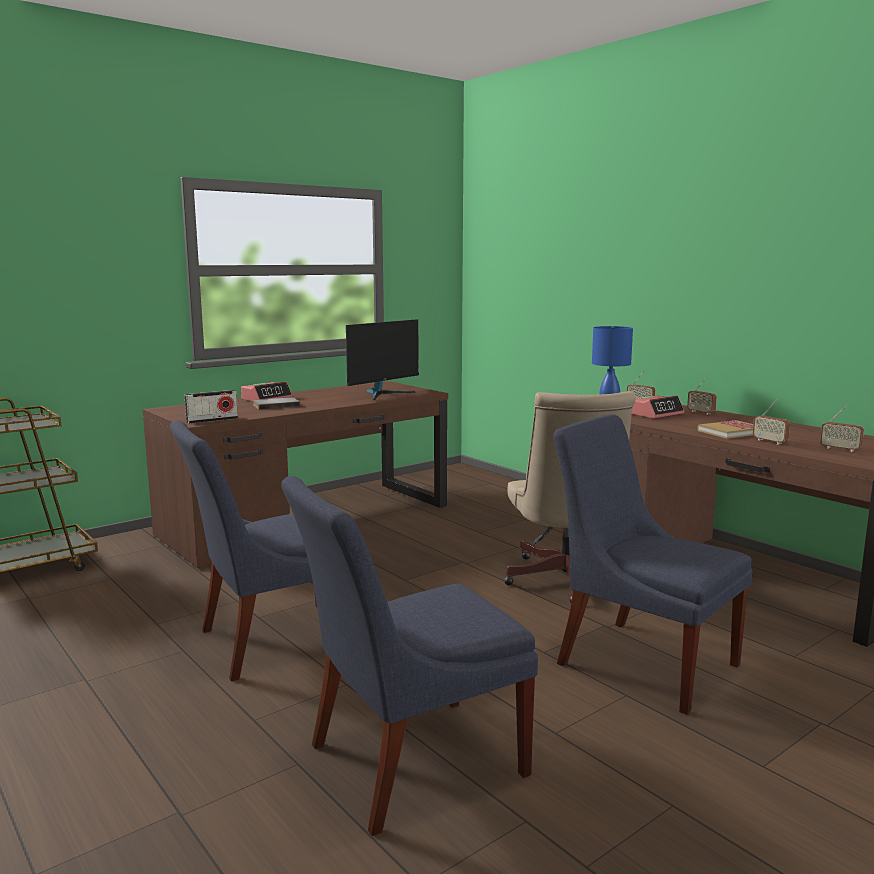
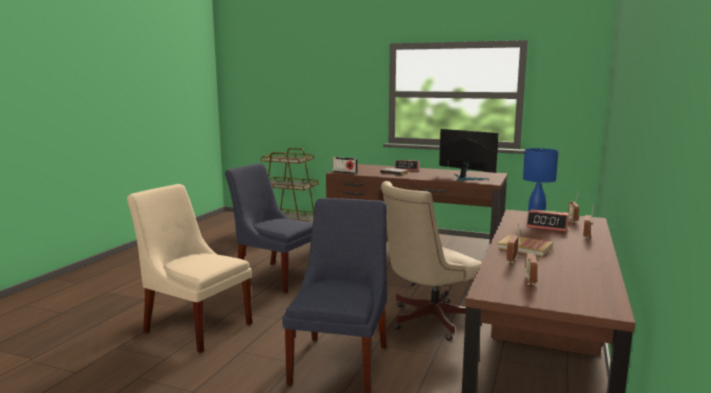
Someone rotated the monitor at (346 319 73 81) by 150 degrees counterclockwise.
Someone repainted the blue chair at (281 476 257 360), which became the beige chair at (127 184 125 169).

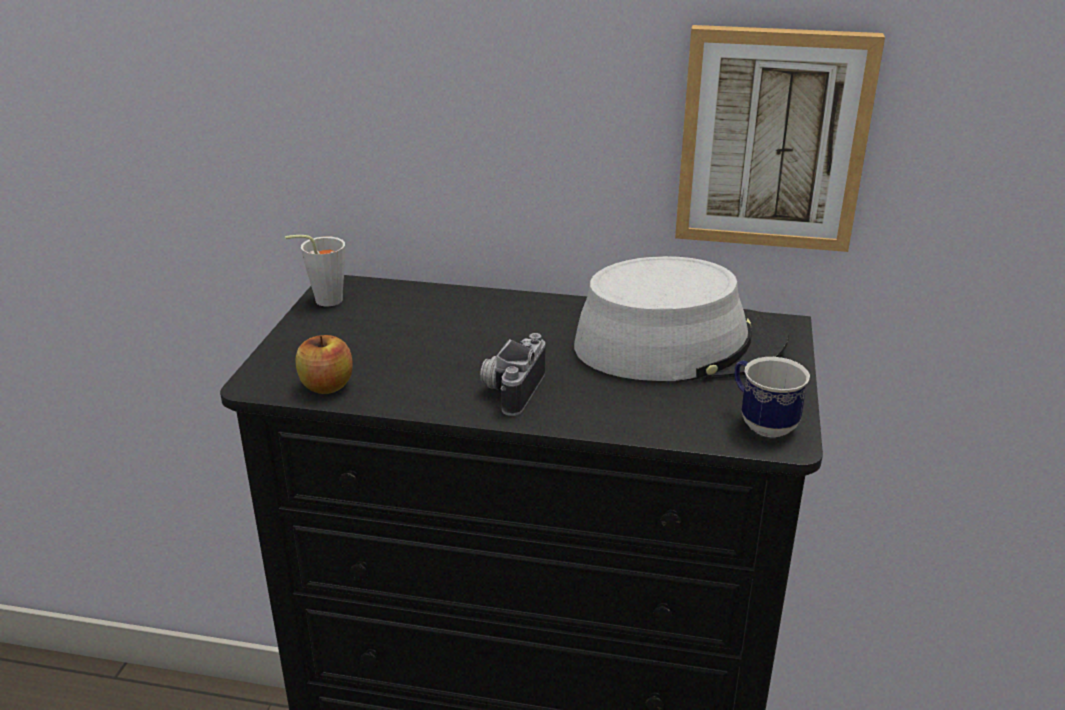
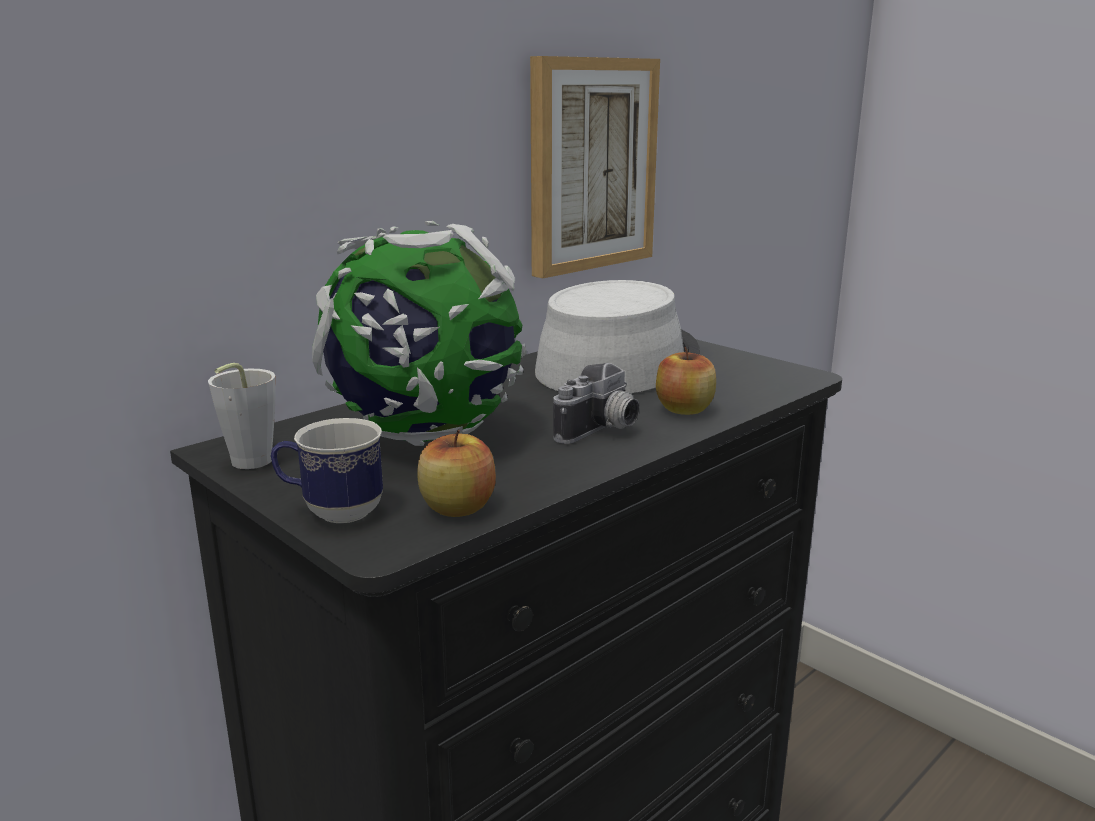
Someone rotated the photo camera at (480 333 66 83) by 105 degrees counterclockwise.
Someone carried the mug from (735 357 75 80) to (271 418 112 105).
Someone put down the globe at (312 221 215 225).
Someone put down the apple at (656 347 60 68).

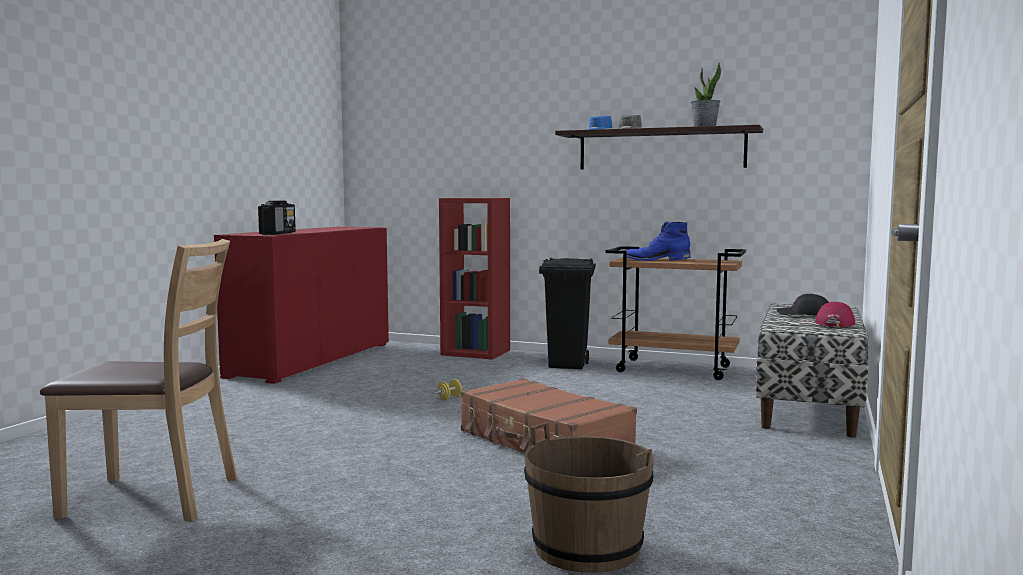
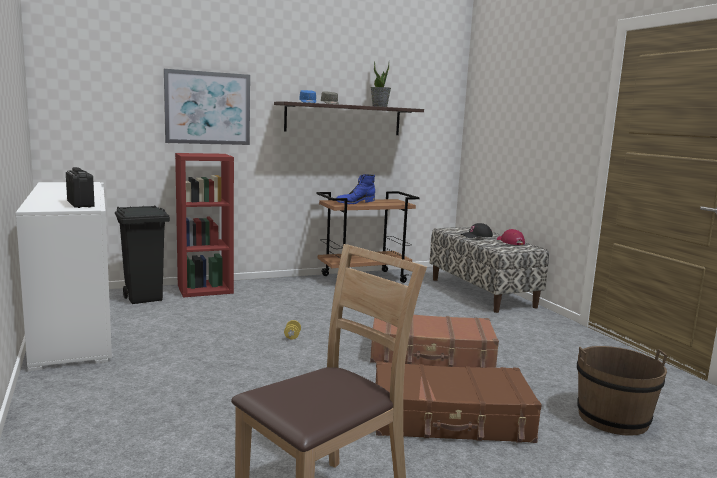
Someone repainted the red cabinet at (214 227 175 157), which became the white cabinet at (16 182 96 189).
Someone carried the black trash can from (539 258 57 111) to (115 205 55 99).
Someone put up the picture at (164 69 86 76).
Someone put down the brown suitcase at (376 361 166 82).

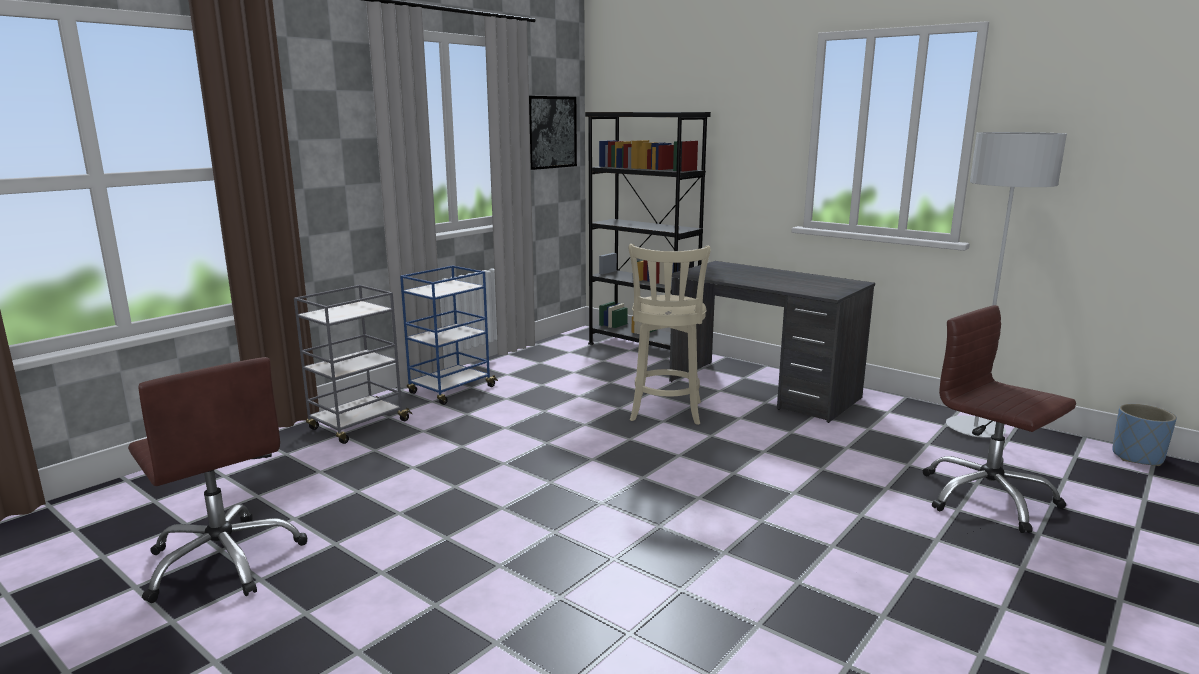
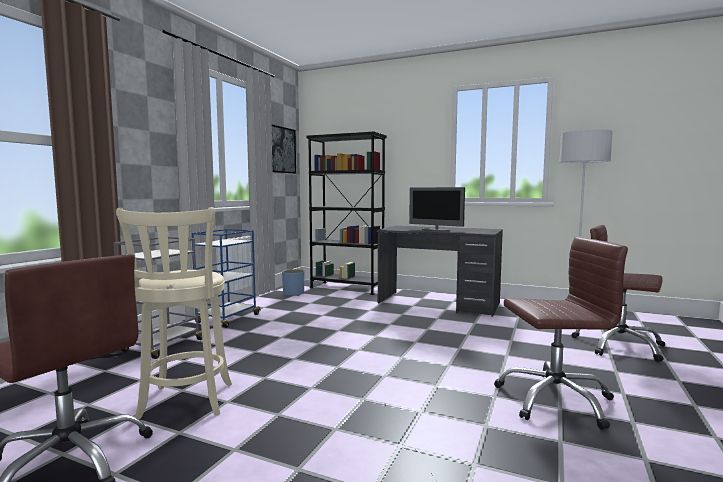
Someone carried the beige stool from (629 244 82 181) to (116 207 116 212).
Someone carried the blue planter from (1112 404 65 62) to (282 269 23 27).
Someone put down the monitor at (409 187 56 44).
Someone put down the brown office chair at (494 237 134 193).

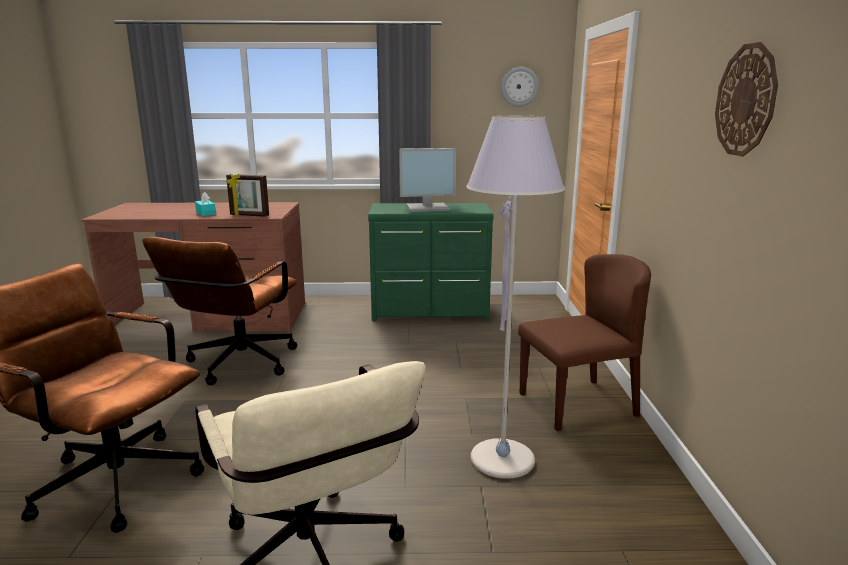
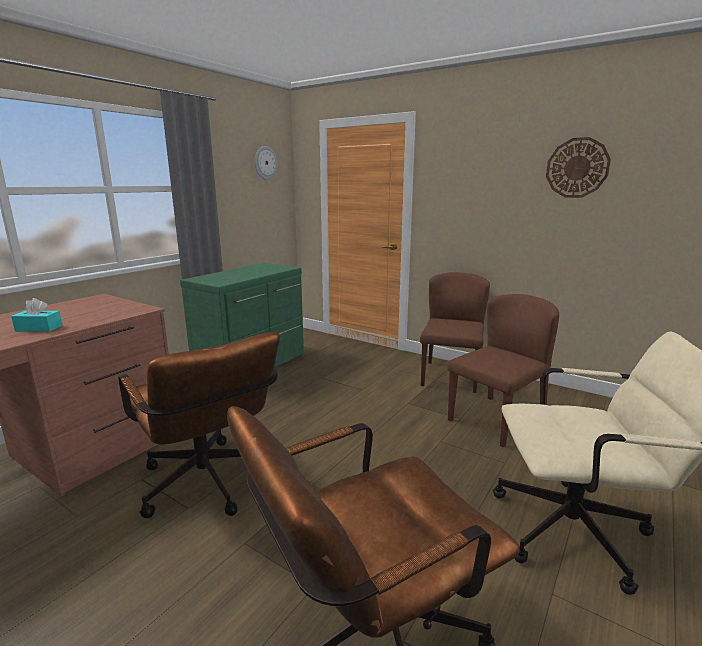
Someone swapped the grey floor lamp at (466 116 99 363) for the brown chair at (447 294 112 153).
Someone took away the monitor at (399 148 57 64).
Someone took away the picture frame at (226 174 43 43).

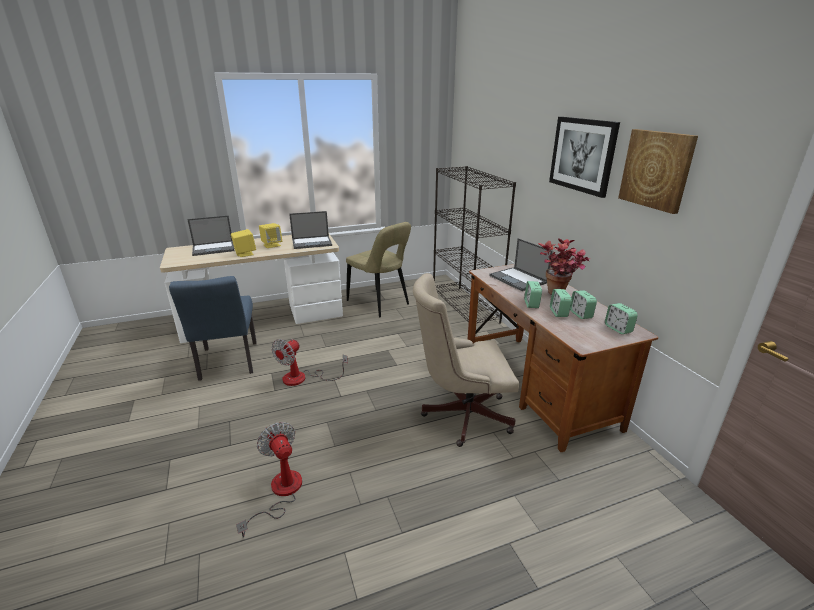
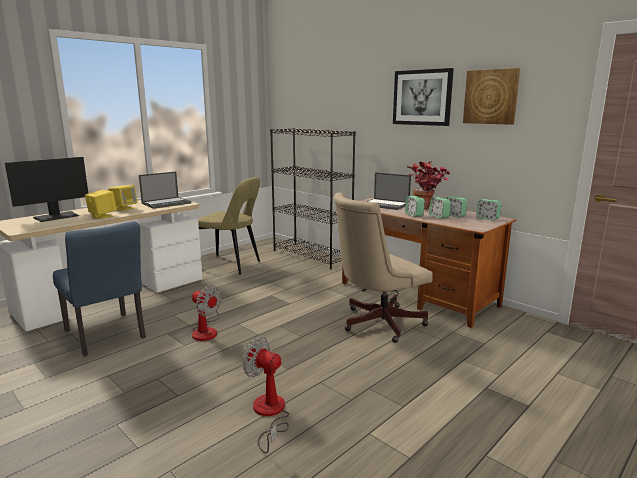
Someone swapped the laptop at (187 216 48 40) for the monitor at (5 157 84 65).
Someone rotated the fan at (271 339 77 47) by 60 degrees counterclockwise.

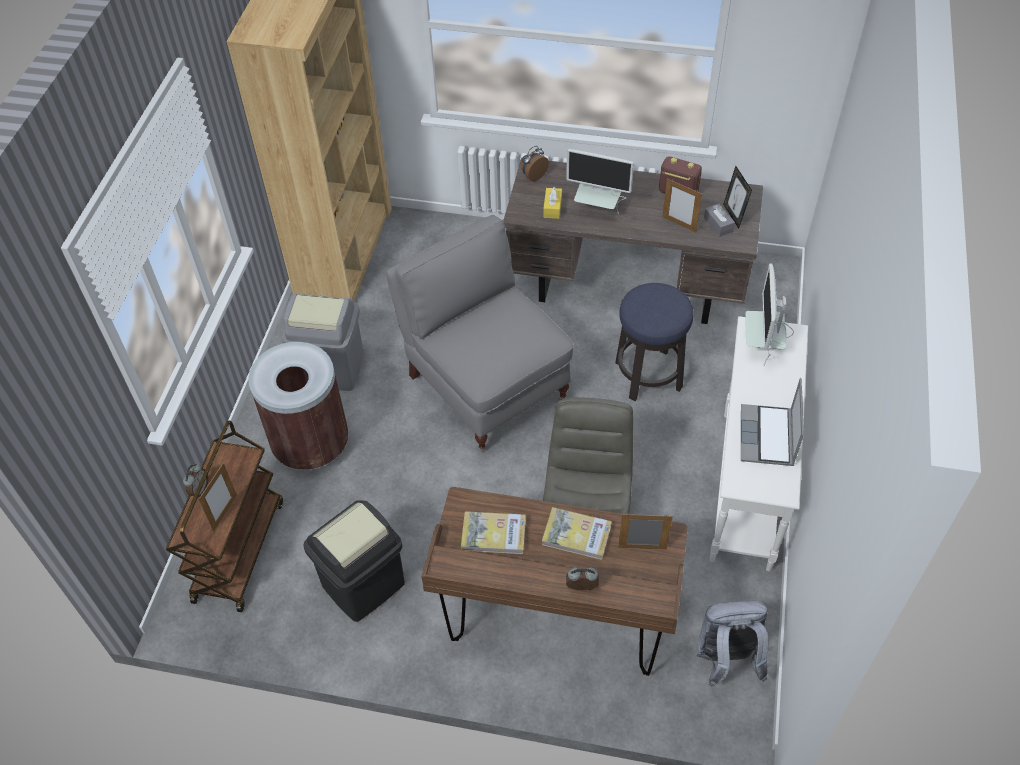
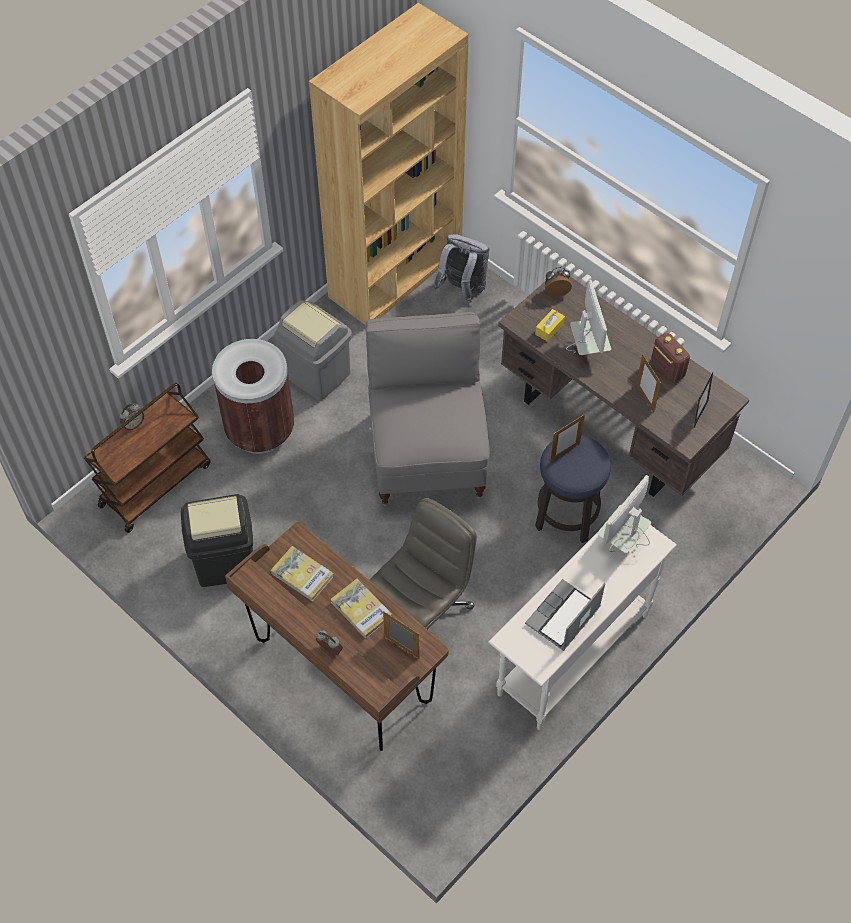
Someone rotated the monitor at (566 149 68 65) by 150 degrees counterclockwise.
Someone took away the grey tissue box at (704 204 31 33).
Someone carried the picture frame from (198 463 39 68) to (550 414 35 48).
Someone carried the grey backpack from (697 601 71 86) to (433 234 56 69).

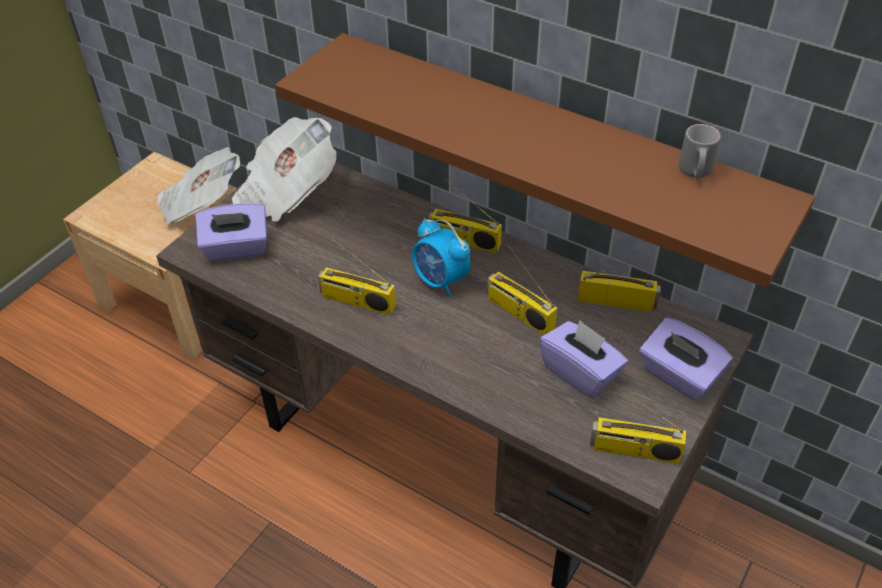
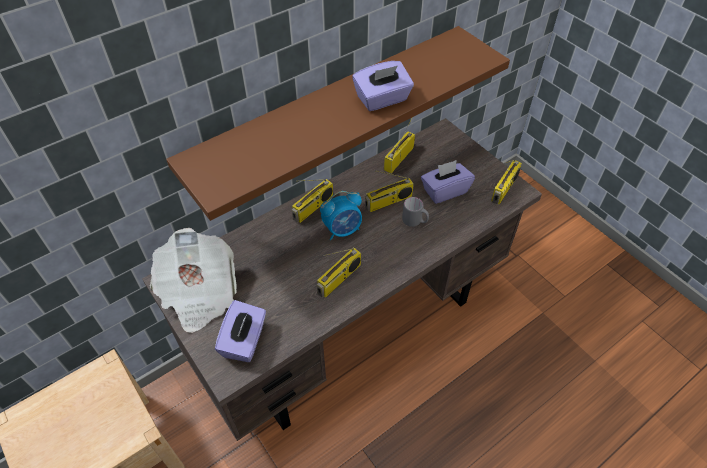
Someone carried the grey mug from (679 124 42 54) to (402 197 27 30).
Someone took away the newspaper at (157 147 83 79).
Someone carried the purple tissue box from (639 318 94 83) to (352 61 62 50).

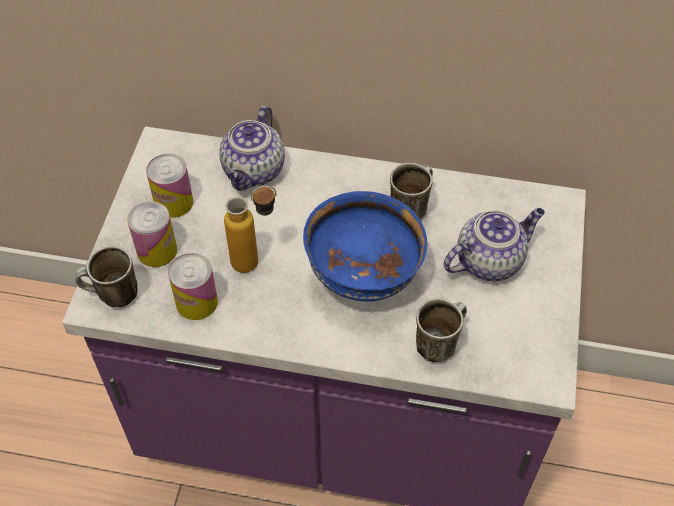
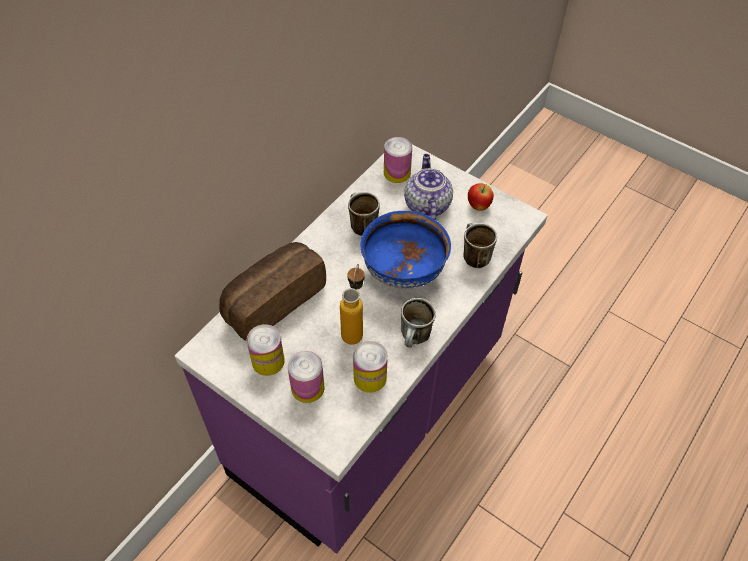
Someone swapped the teapot at (219 106 66 85) for the bread at (219 242 107 99).
Someone carried the mug from (75 246 63 61) to (401 298 35 50).
Someone put down the can at (384 137 28 46).
Someone put down the apple at (468 183 26 28).

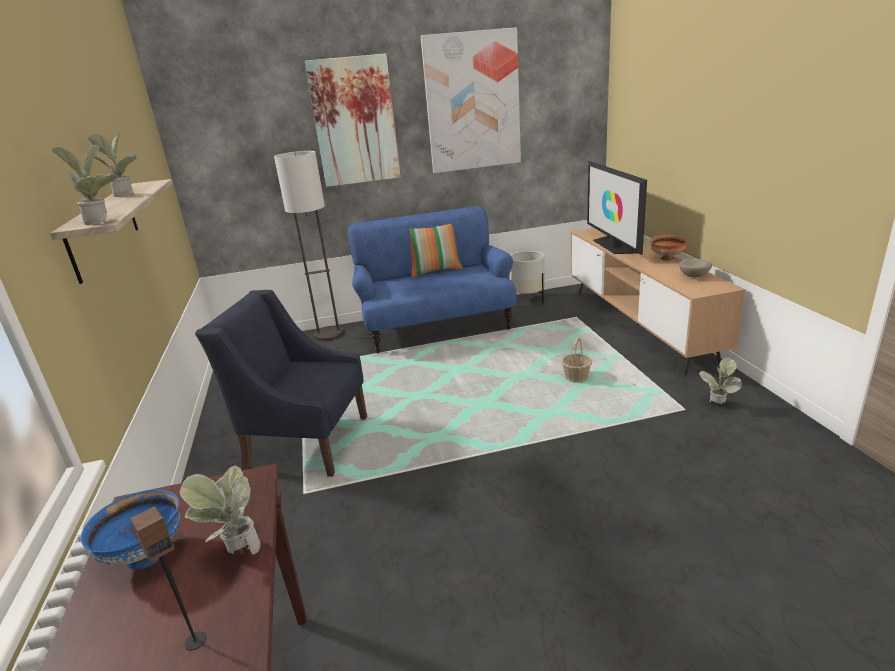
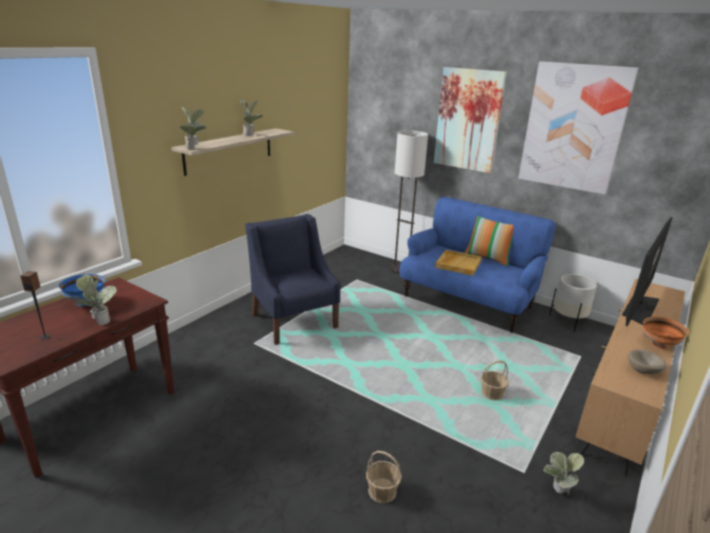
Someone put down the beige tray at (435 250 47 26).
Someone put down the basket at (366 451 36 52).

